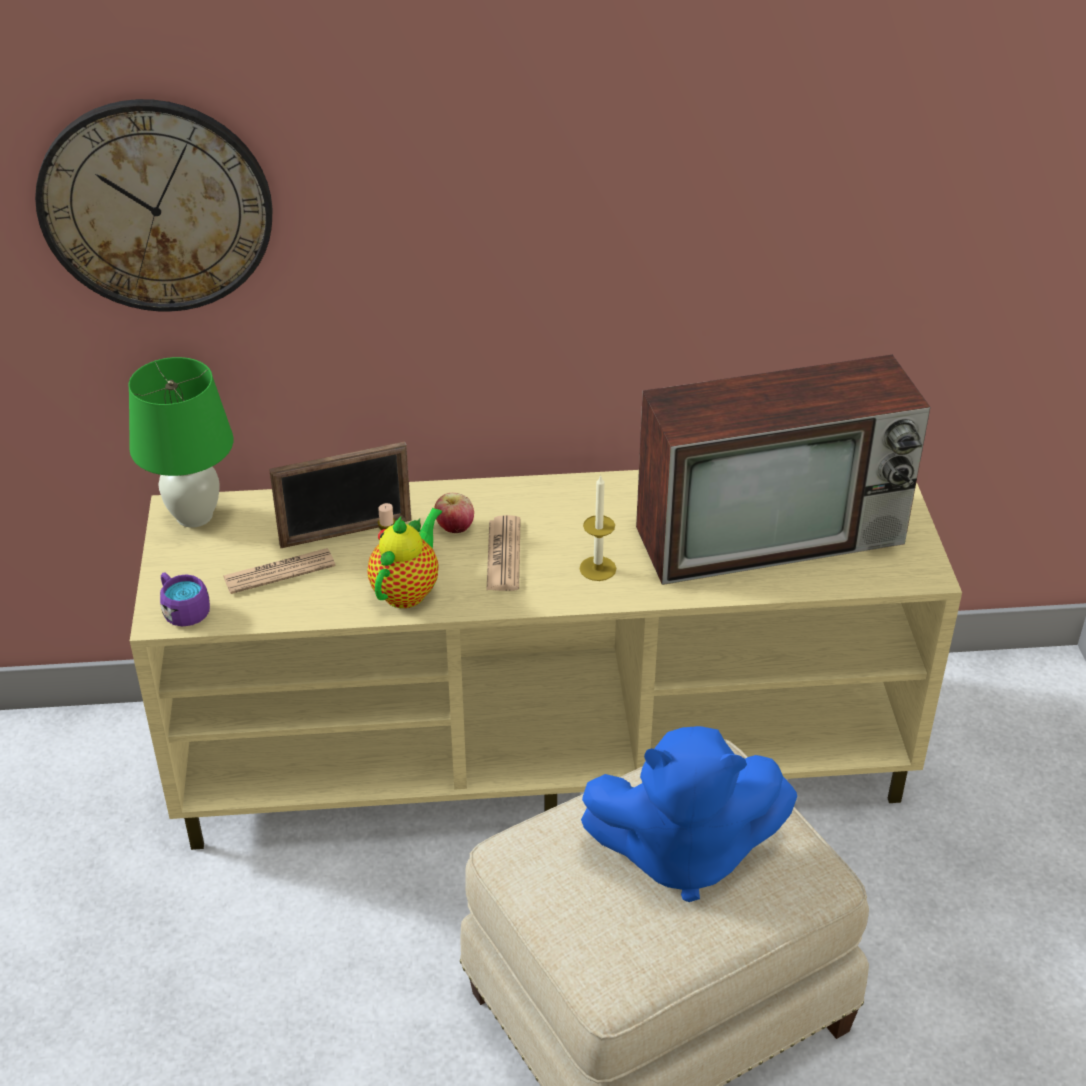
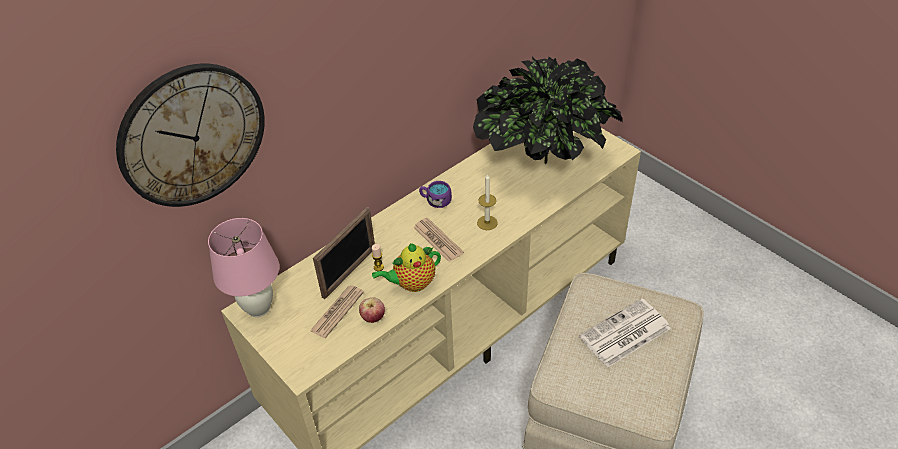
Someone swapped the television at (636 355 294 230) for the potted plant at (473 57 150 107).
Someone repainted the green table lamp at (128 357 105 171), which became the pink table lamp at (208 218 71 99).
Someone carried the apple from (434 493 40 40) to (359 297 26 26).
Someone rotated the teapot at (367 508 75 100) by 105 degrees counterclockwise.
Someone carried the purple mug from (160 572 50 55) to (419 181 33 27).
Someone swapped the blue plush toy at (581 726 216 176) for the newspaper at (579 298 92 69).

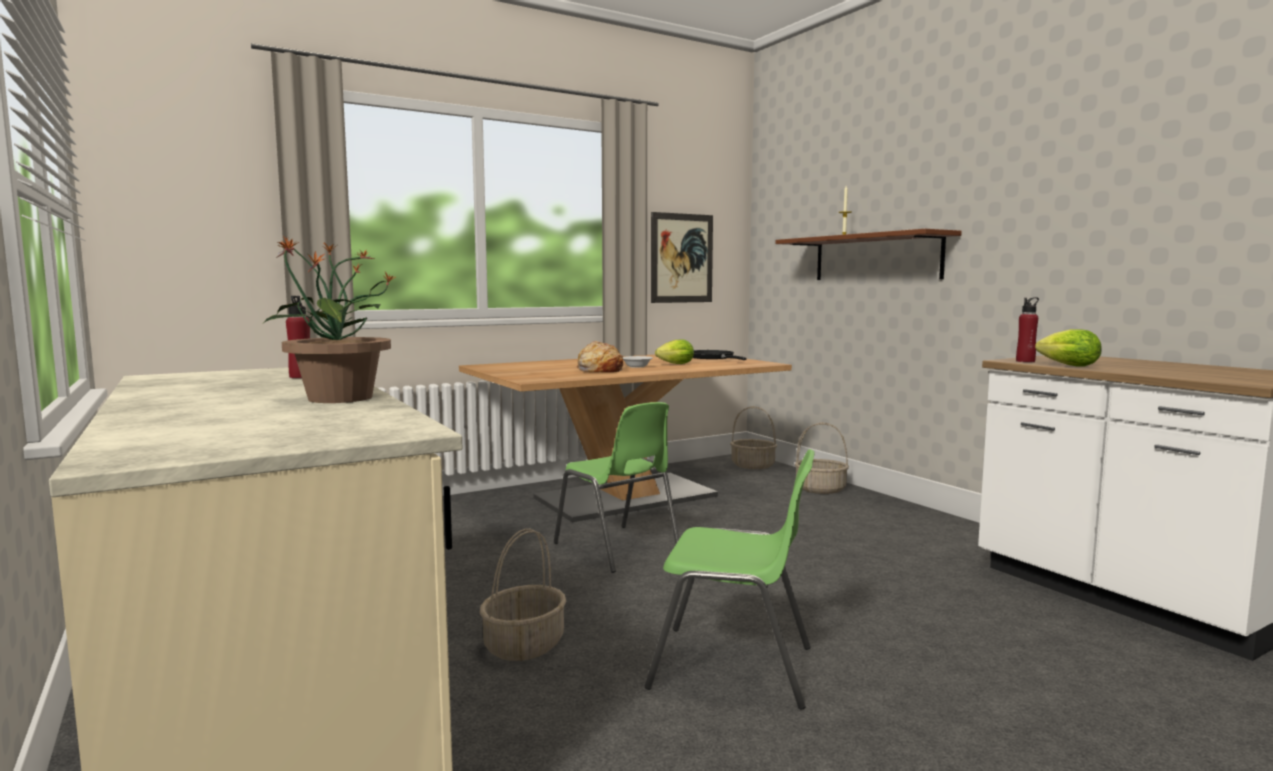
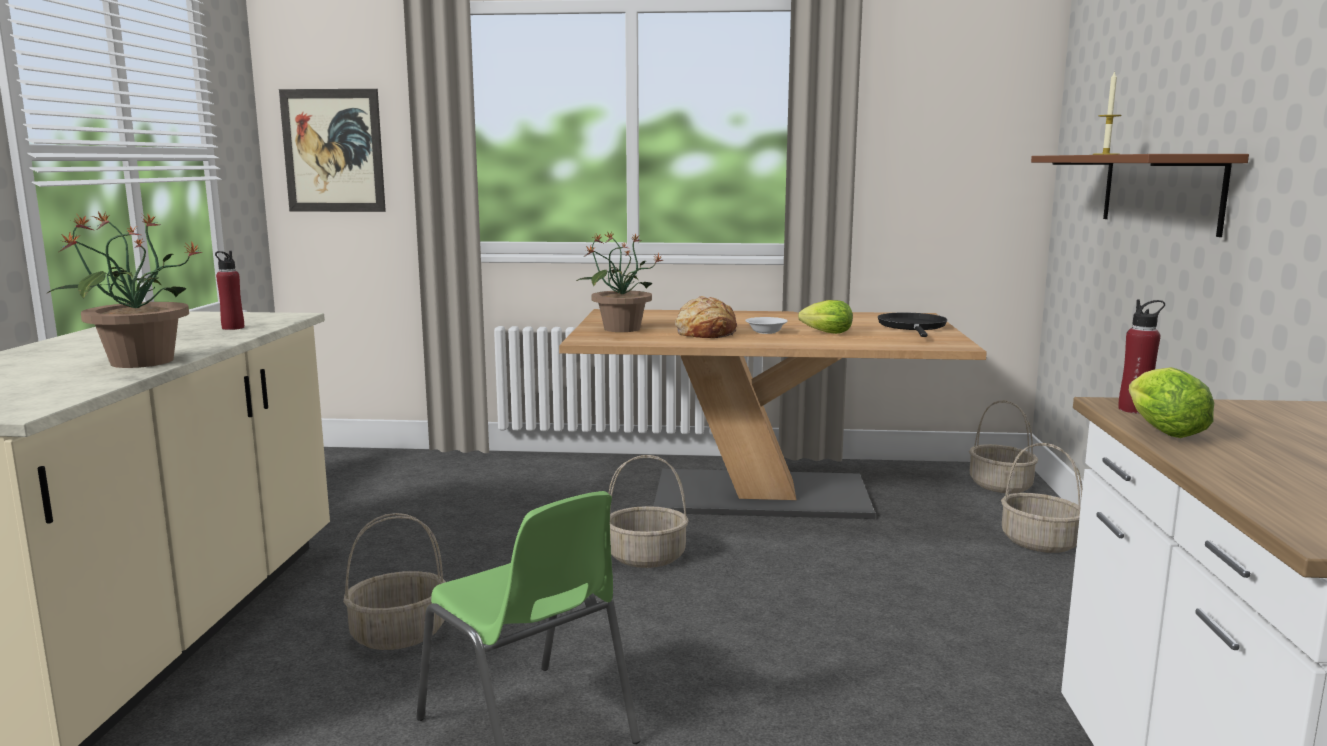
Someone carried the picture from (651 212 62 91) to (279 89 107 123).
Someone swapped the green chair at (554 402 125 171) for the basket at (609 455 80 113).
Someone put down the potted plant at (576 232 87 100).

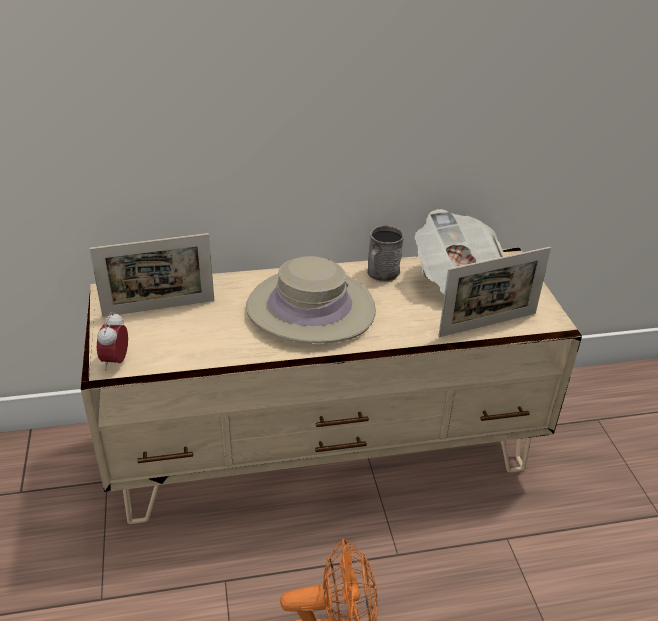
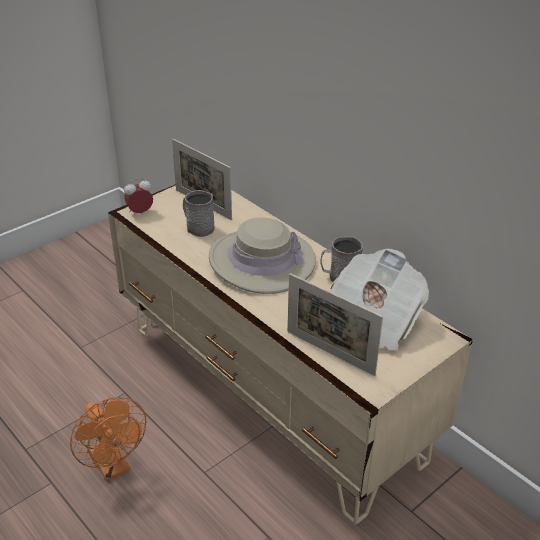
Someone put down the grey mug at (183 190 31 47).

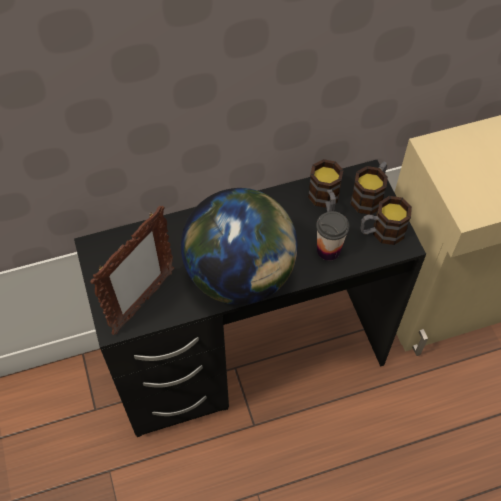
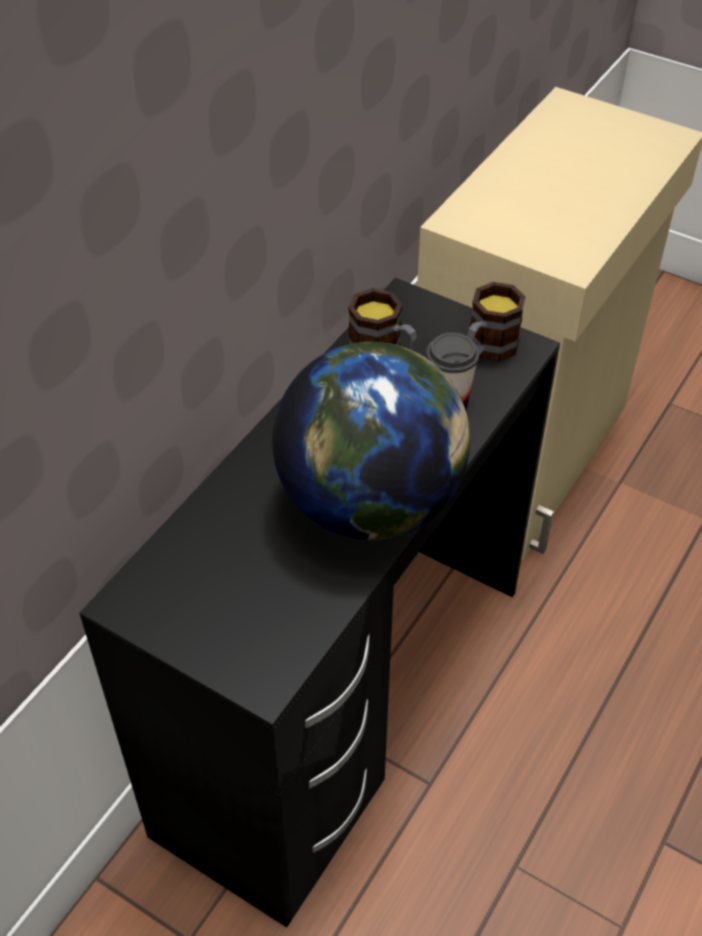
Someone took away the mug at (350 161 38 54).
Someone took away the picture frame at (90 205 84 130).

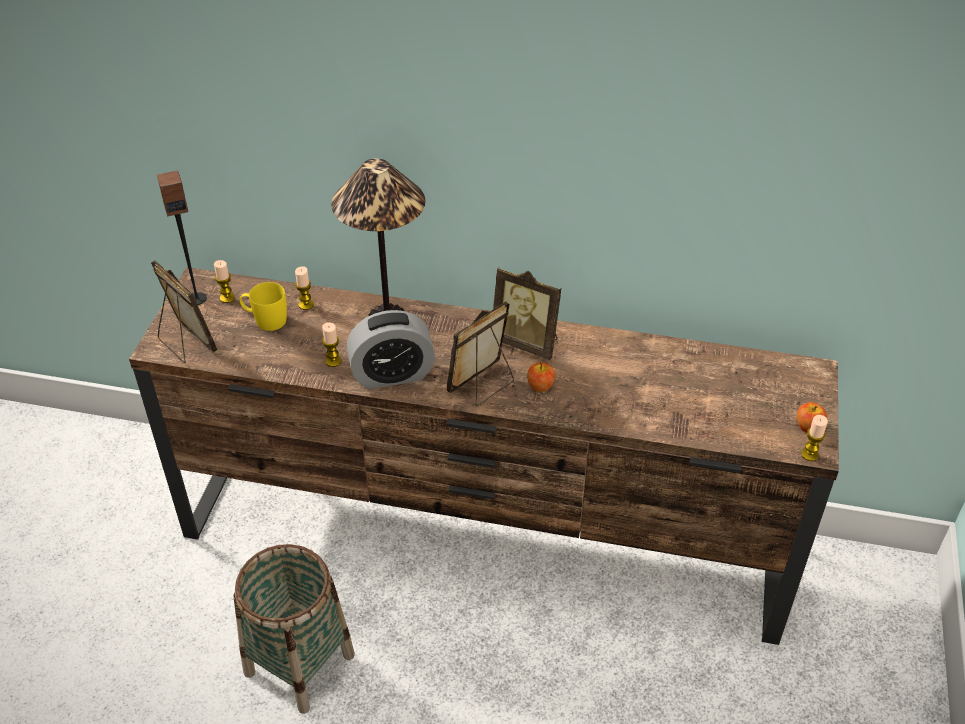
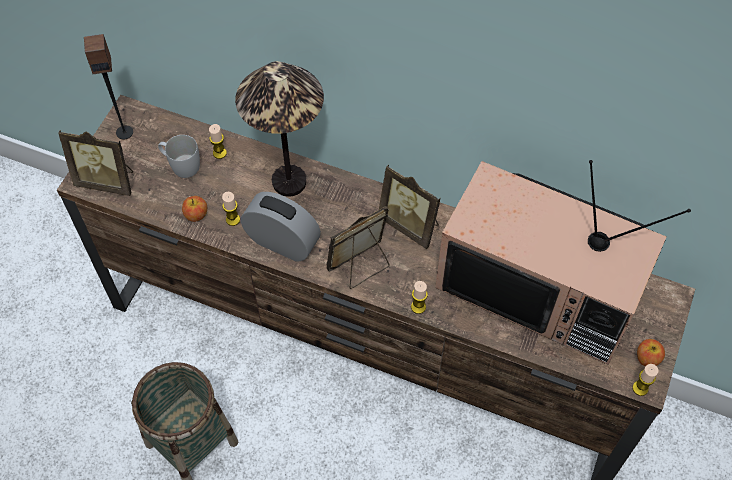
Someone rotated the picture frame at (151 260 67 103) by 135 degrees clockwise.
Someone carried the candle from (214 260 21 43) to (411 281 17 33).
Someone repainted the yellow mug at (239 282 48 49), which became the white mug at (158 135 42 43).
Someone rotated the alarm clock at (347 310 88 79) by 150 degrees counterclockwise.
Someone carried the apple from (527 362 28 30) to (182 196 25 26).
Someone put down the television at (435 160 256 205).

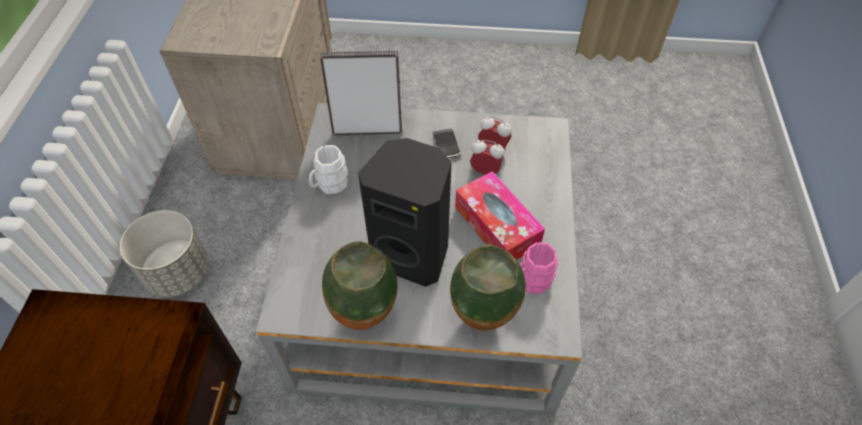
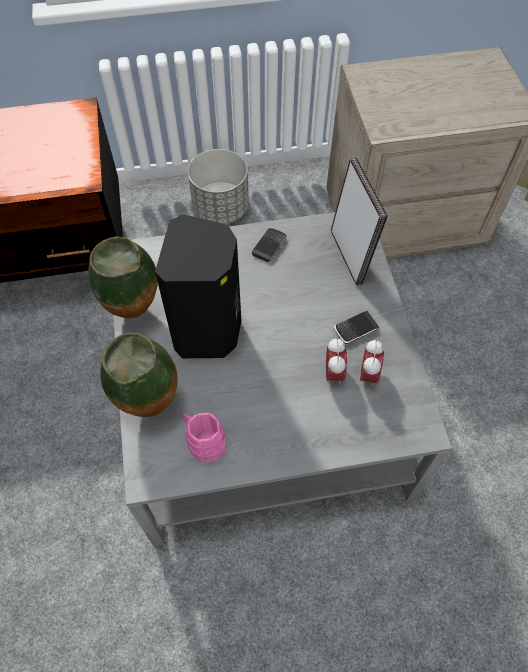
Someone swapped the white mug at (309 145 39 49) for the phone at (252 228 35 34).
Someone took away the tissue box at (455 172 90 88).

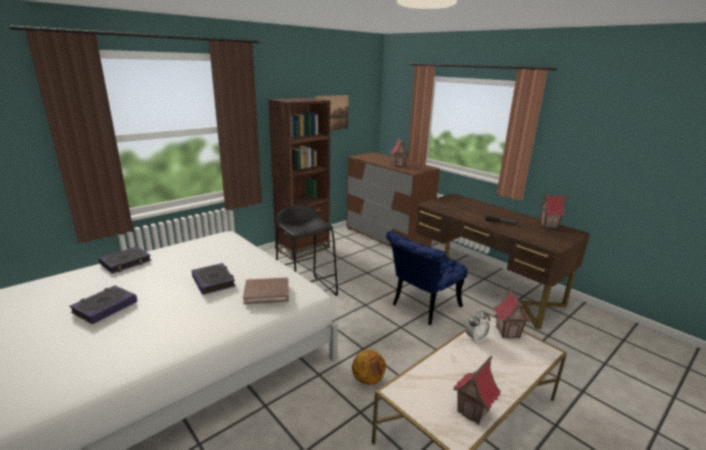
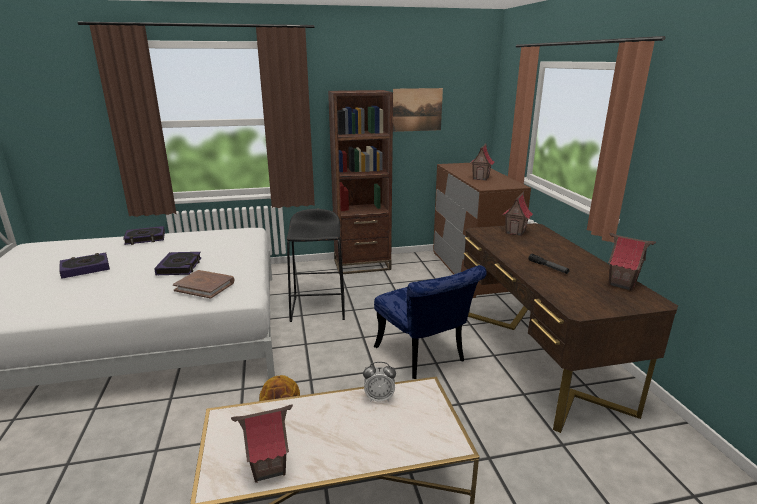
Someone rotated the blue chair at (386 231 82 94) by 105 degrees counterclockwise.
Someone carried the toy house from (494 287 36 51) to (503 191 30 45).

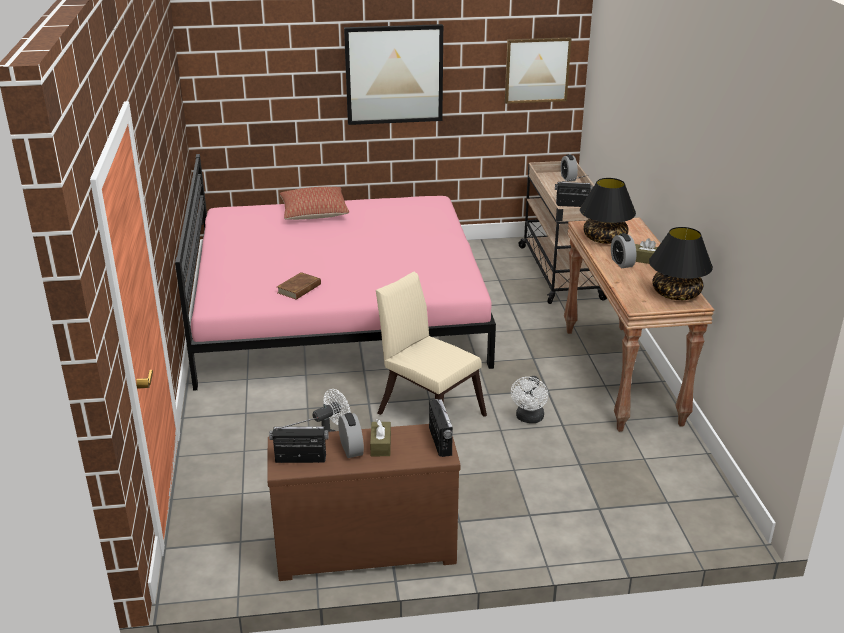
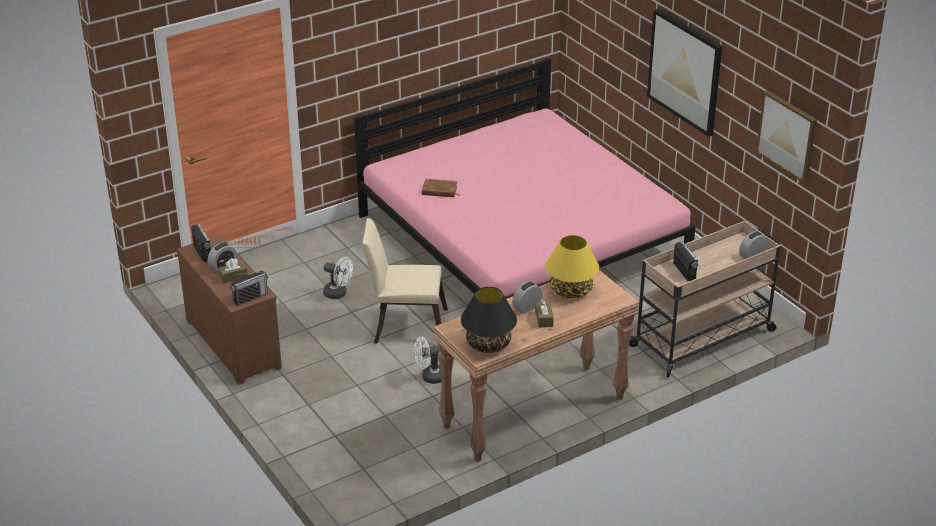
Someone repainted the black table lamp at (580 178 56 66), which became the yellow table lamp at (545 235 54 63).
Someone took away the pillow at (280 187 69 33).
Someone rotated the beige chair at (376 271 111 146) by 105 degrees counterclockwise.

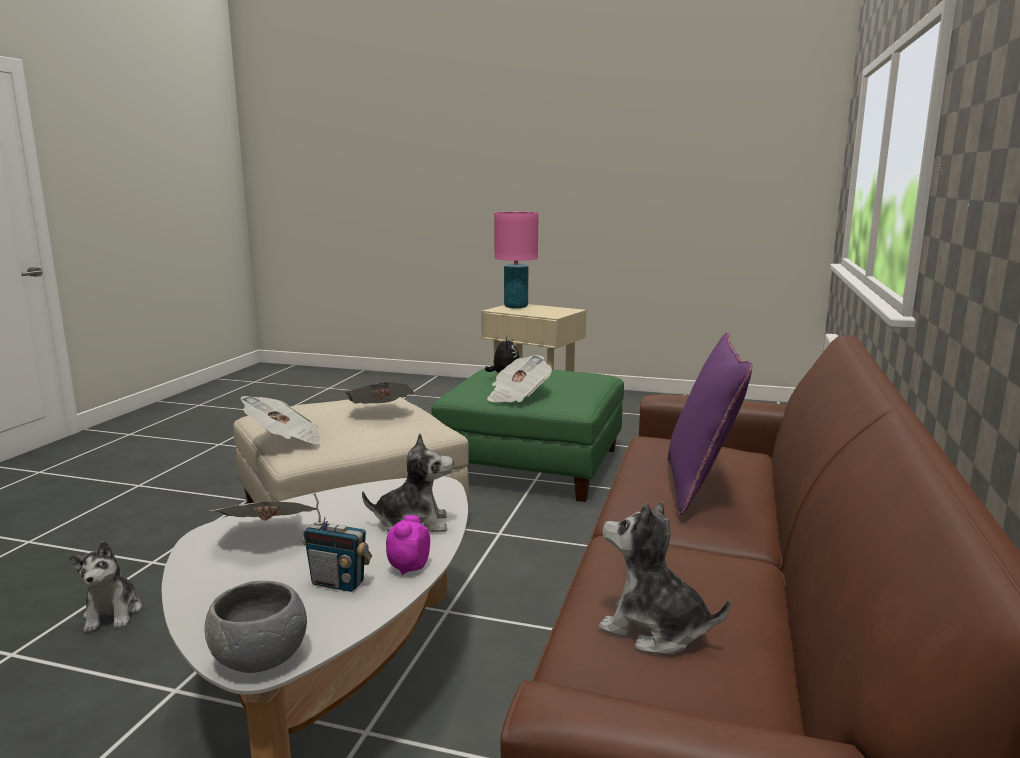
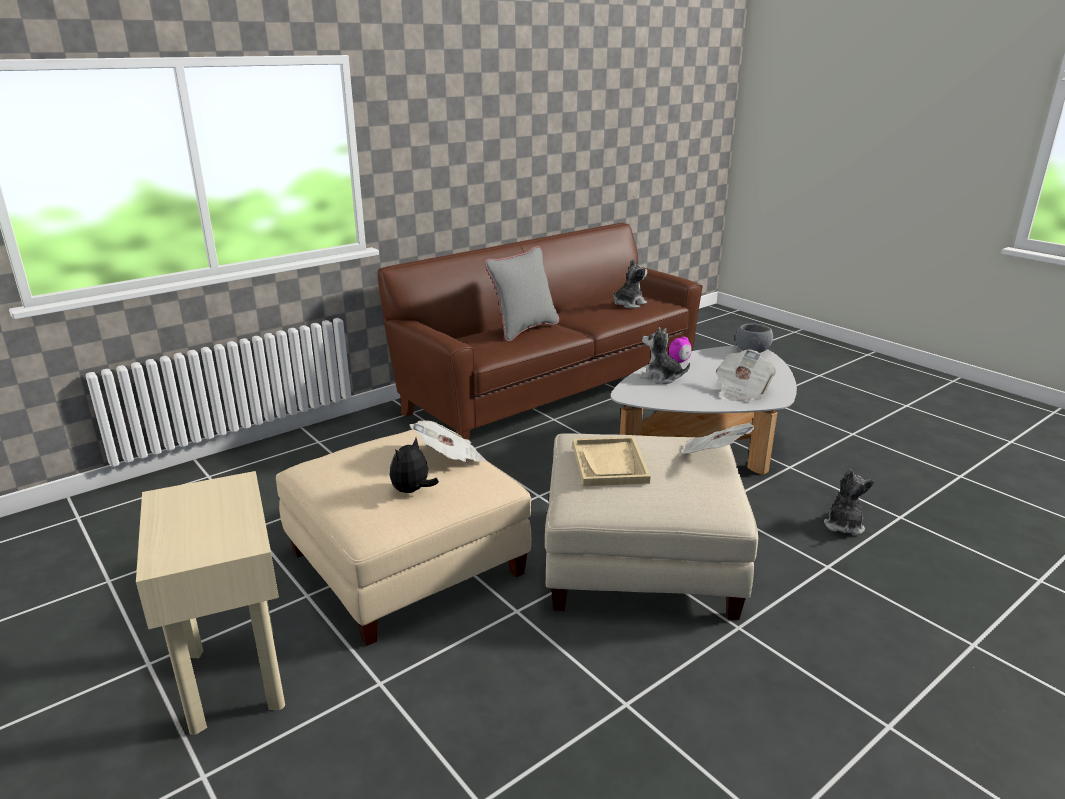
Someone took away the pink table lamp at (494 212 45 97).
Someone repainted the purple pillow at (668 332 84 183), which became the grey pillow at (484 246 75 95).
Someone repainted the green ottoman at (431 368 193 134), which became the beige ottoman at (276 429 255 217).
Someone swapped the newspaper at (345 382 69 22) for the beige tray at (573 437 78 49).
Someone took away the radio at (303 493 69 99).
Someone rotated the plush toy at (599 501 132 154) by 105 degrees counterclockwise.

